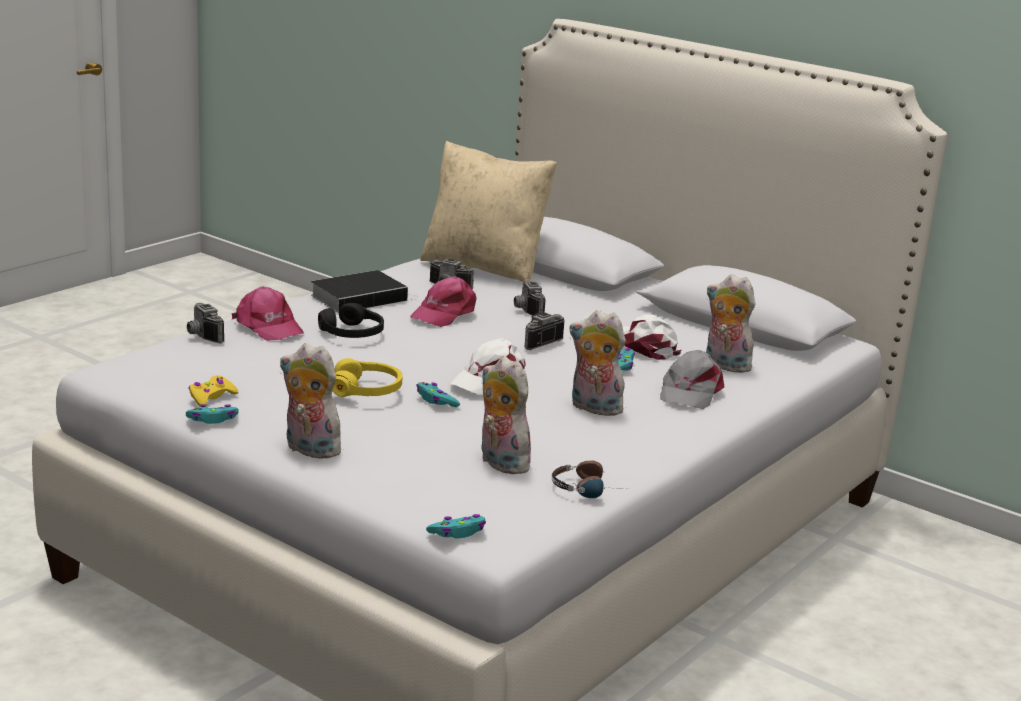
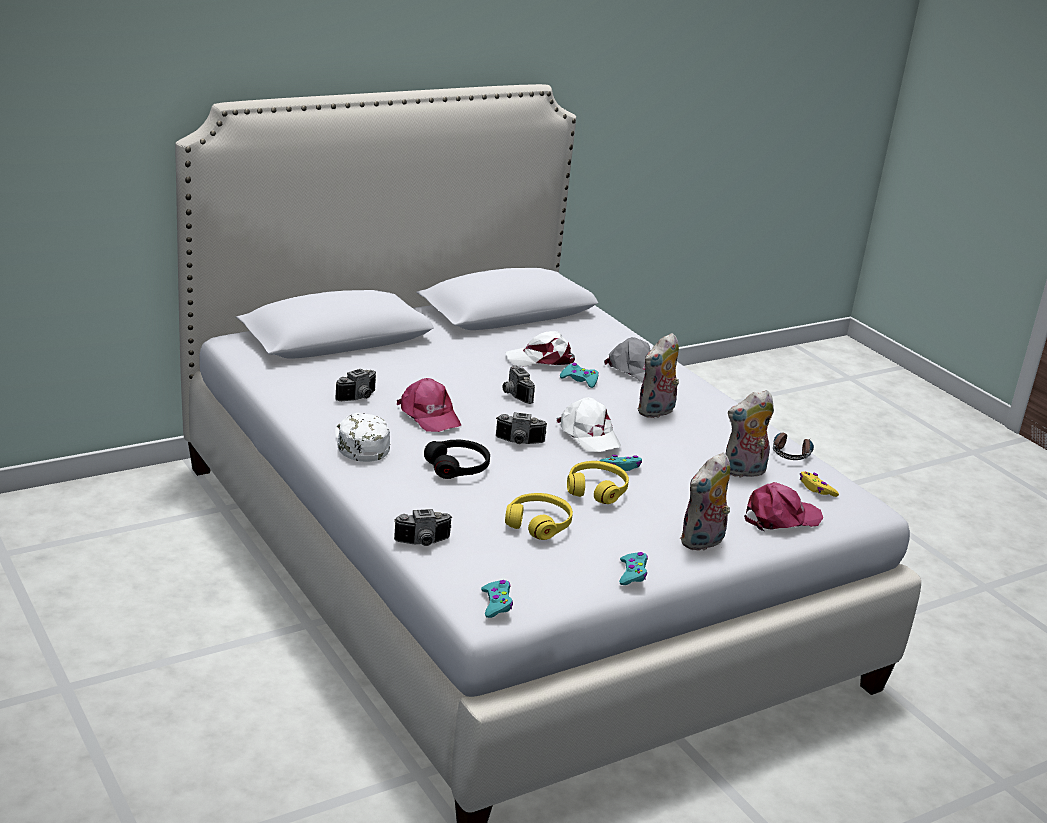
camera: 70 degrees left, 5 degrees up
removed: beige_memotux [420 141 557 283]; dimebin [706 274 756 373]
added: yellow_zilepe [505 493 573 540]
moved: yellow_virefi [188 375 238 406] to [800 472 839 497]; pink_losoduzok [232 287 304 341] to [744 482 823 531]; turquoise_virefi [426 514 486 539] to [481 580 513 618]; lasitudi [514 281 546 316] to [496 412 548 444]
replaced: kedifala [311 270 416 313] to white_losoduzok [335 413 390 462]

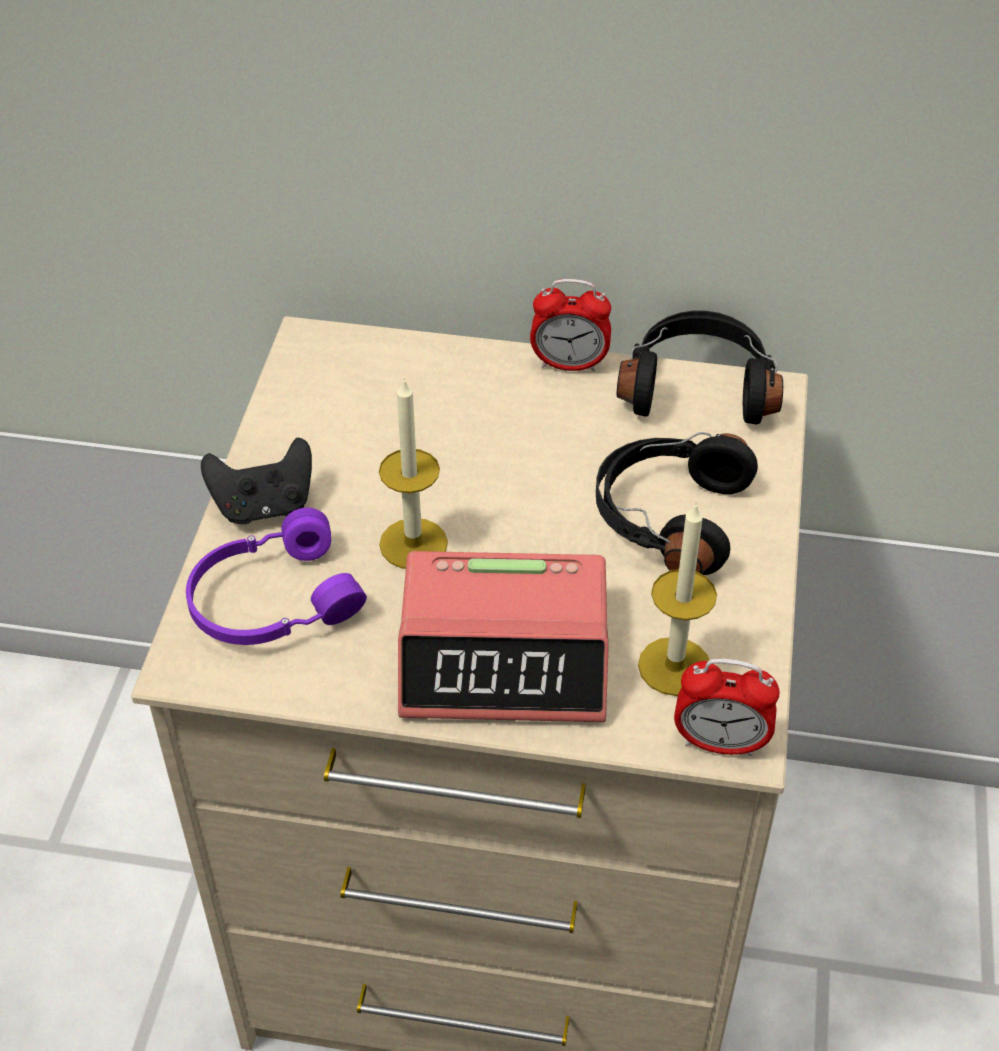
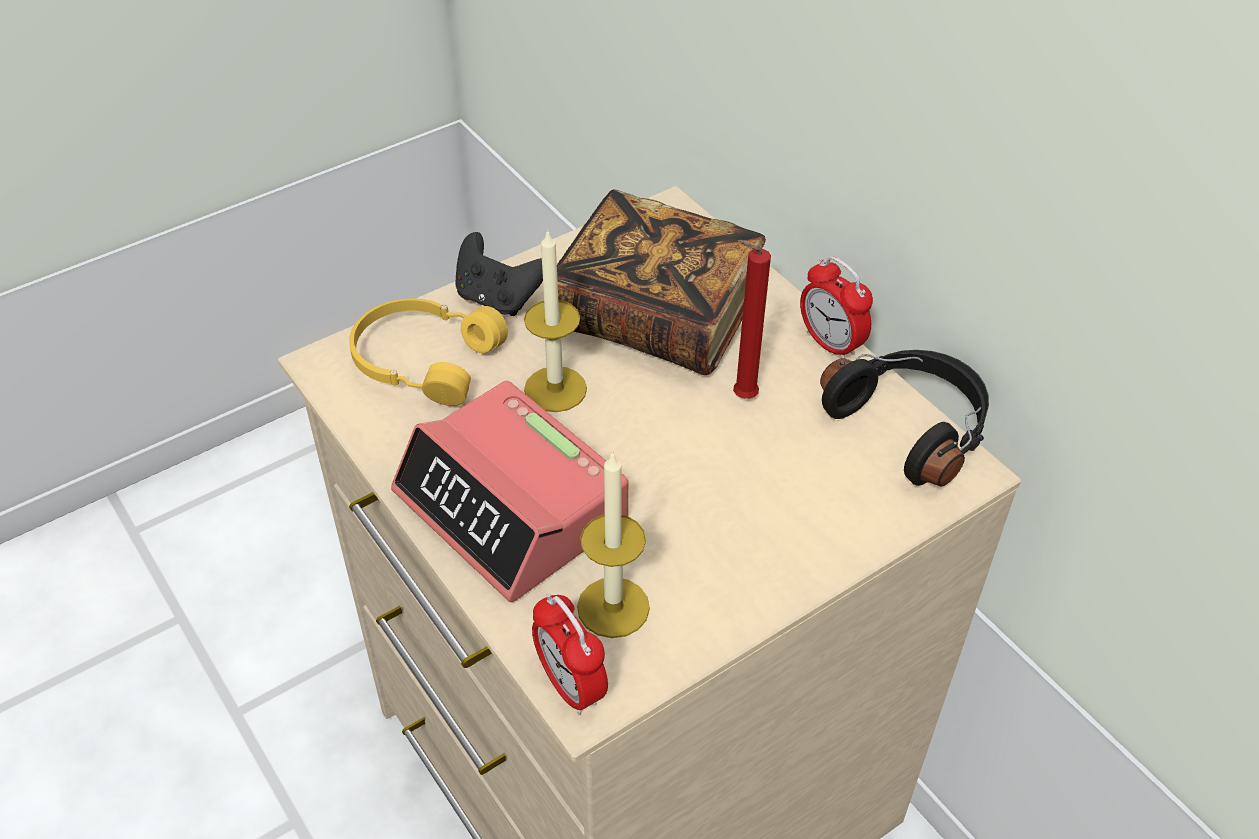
camera: 45 degrees right, 0 degrees up
removed: black_zilepe [596 432 758 575]
added: kedifala [557 189 766 375]; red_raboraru [733 240 771 399]
recoloured: purple_zilepe [186 508 367 645] to yellow_zilepe [349 298 508 406]

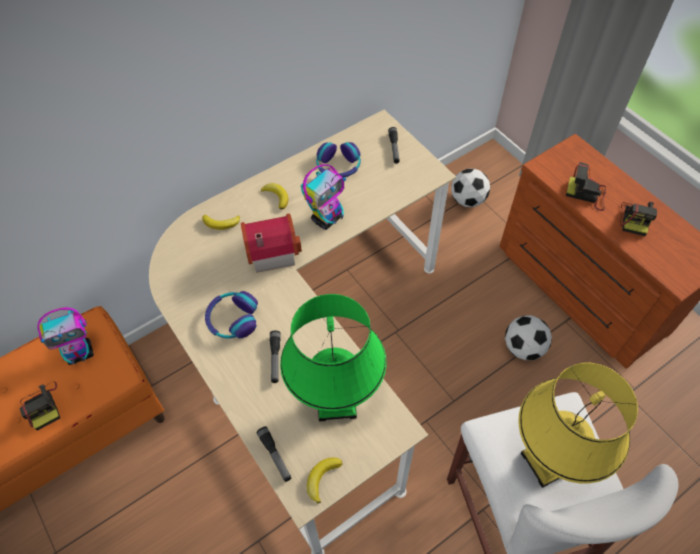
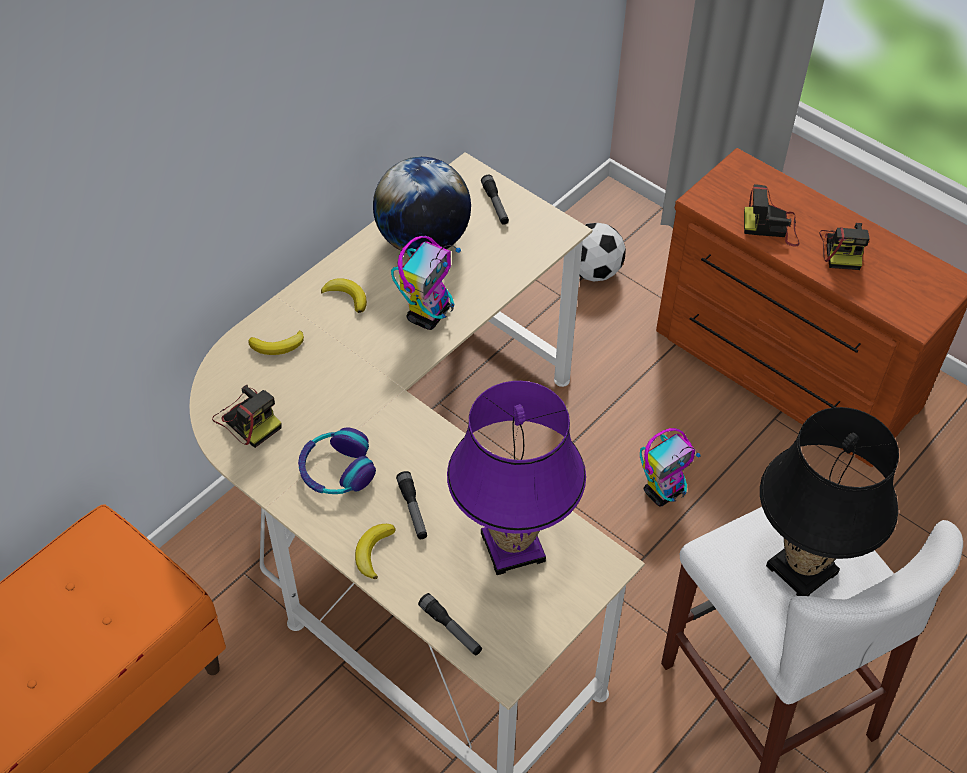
camera: 15 degrees left, 5 degrees down
removed: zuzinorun [241 213 302 273]; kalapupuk [505 315 552 360]
moved: lasitudi [20 381 60 431] to [212 385 282 448]; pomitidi [37 307 94 365] to [640 428 701 507]; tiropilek [307 458 343 503] to [355 524 395 579]
replaced: zilepe [316 142 361 177] to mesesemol [373 157 471 255]
recoloured: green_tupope [280 294 386 422] to purple_tupope [447 381 586 575]; yellow_tupope [518 363 638 488] to black_tupope [760 407 899 596]

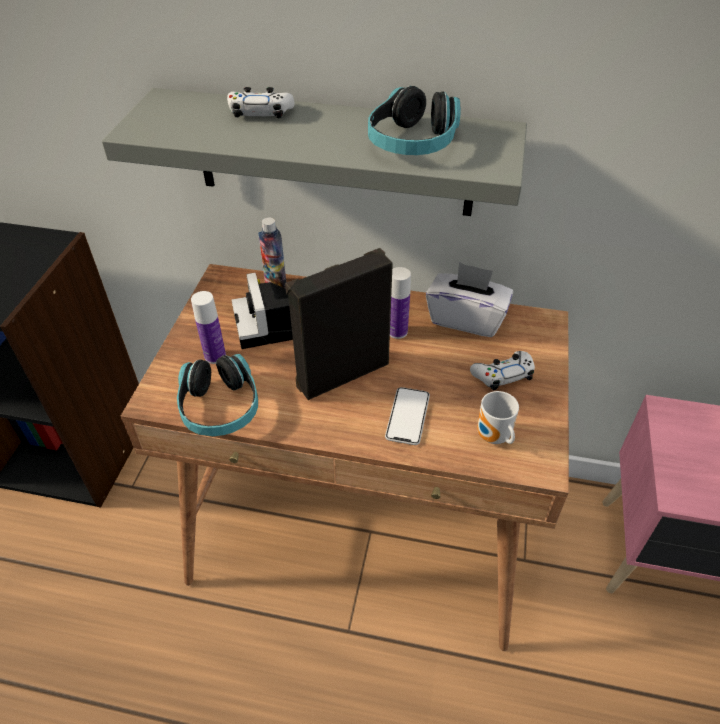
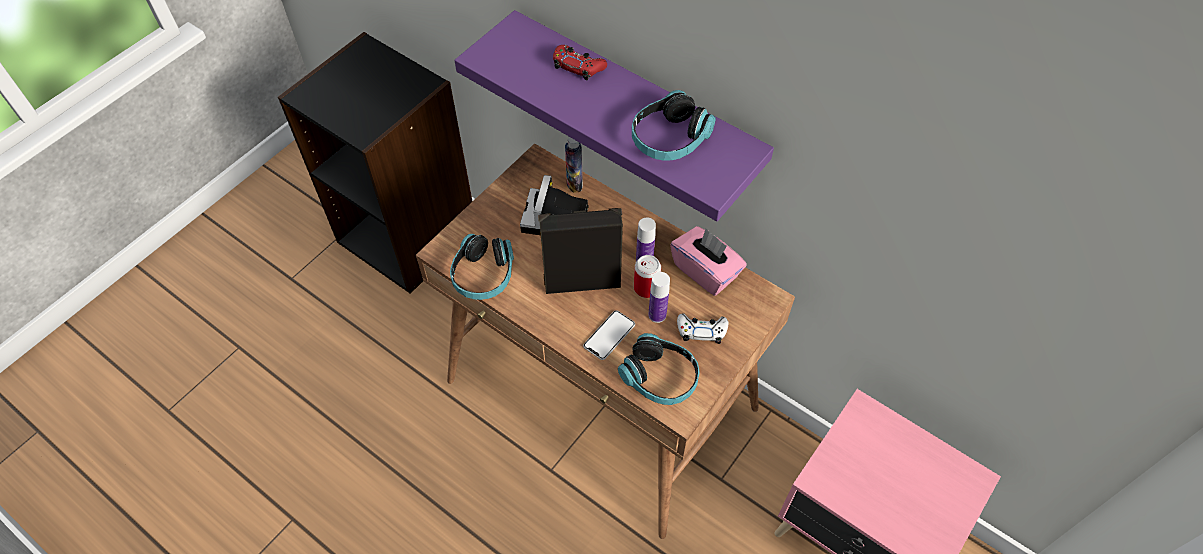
camera: 25 degrees right, 10 degrees up
added: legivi [634 255 661 298]
moved: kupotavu [191 291 226 364] to [649 272 670 323]
replaced: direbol [477 391 519 444] to zilepe [618 333 700 405]
recoloured: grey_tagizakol [102 88 527 216] to purple_tagizakol [454 10 774 221]; white_virefi [227 87 295 118] to red_virefi [553 45 607 80]; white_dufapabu [426 262 513 337] to pink_dufapabu [670 226 747 296]

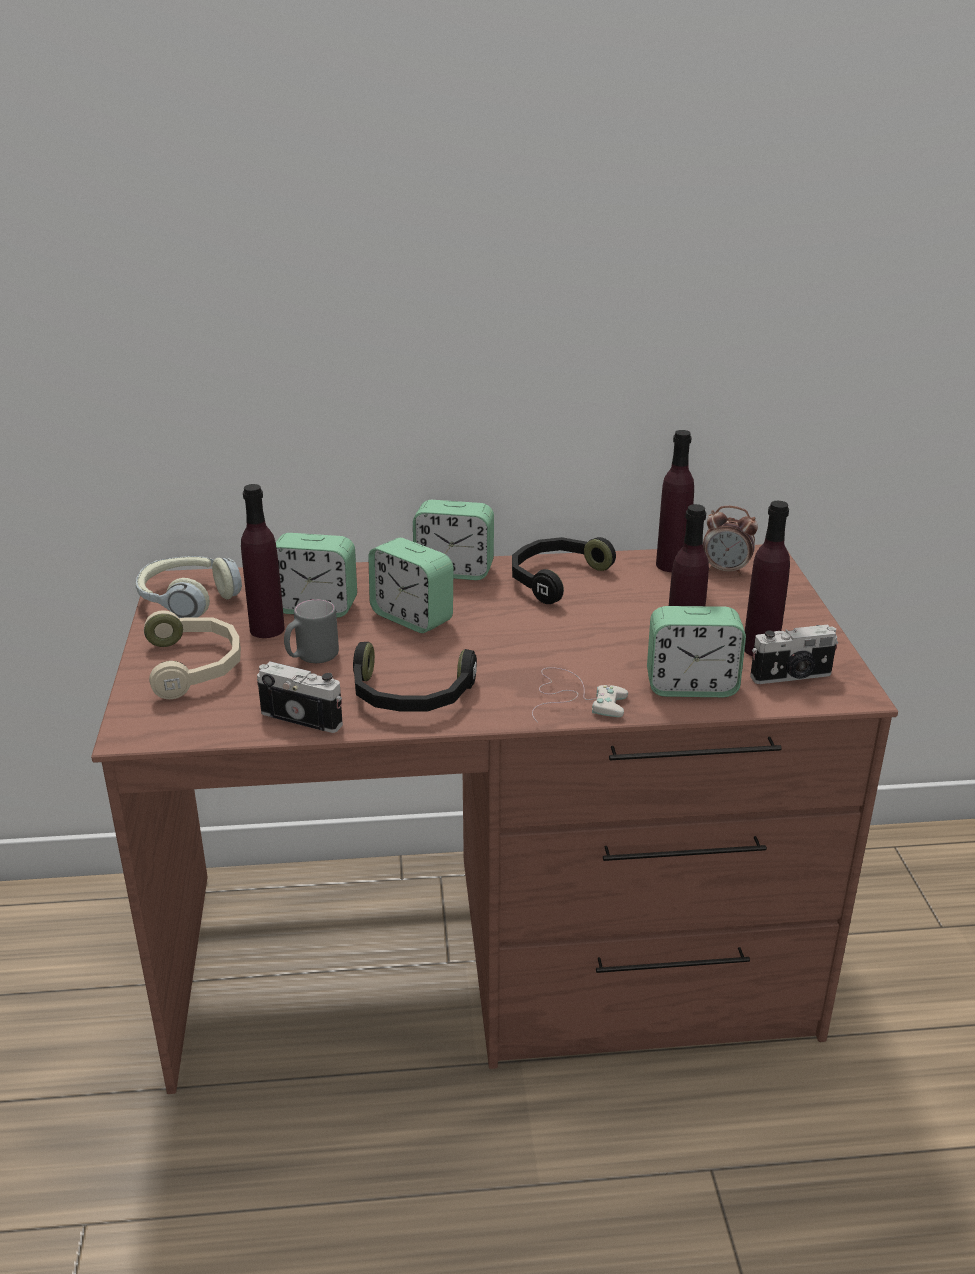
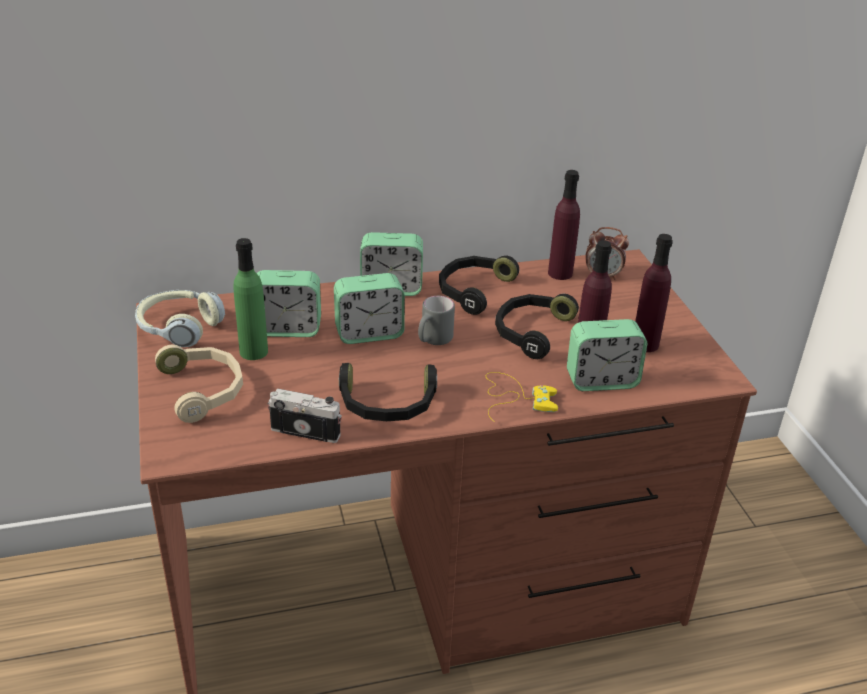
camera: 10 degrees left, 5 degrees up
removed: lasitudi [750 625 838 684]
added: black_zilepe [495 294 579 359]
moved: grey_direbol [284 599 339 663] to [418 296 455 345]
recoloured: purple_kupotavu [241 484 285 638] to green_kupotavu [233 238 268 360]; white_virefi [532 667 628 722] to yellow_virefi [486 372 558 422]
turned: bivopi [368 538 454 633] = [334 273 405 344] 45 degrees counterclockwise

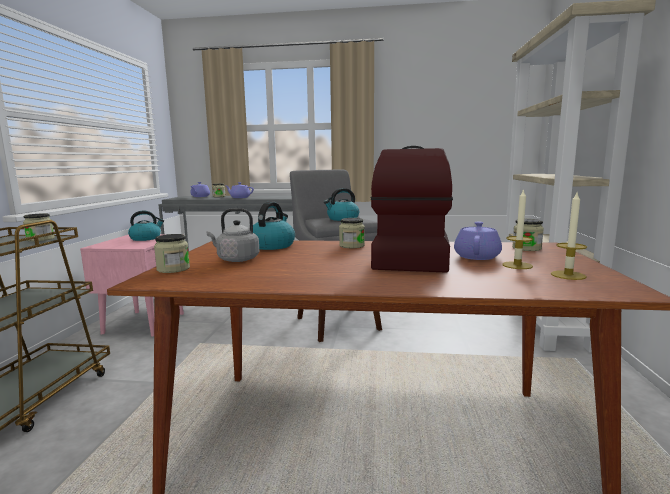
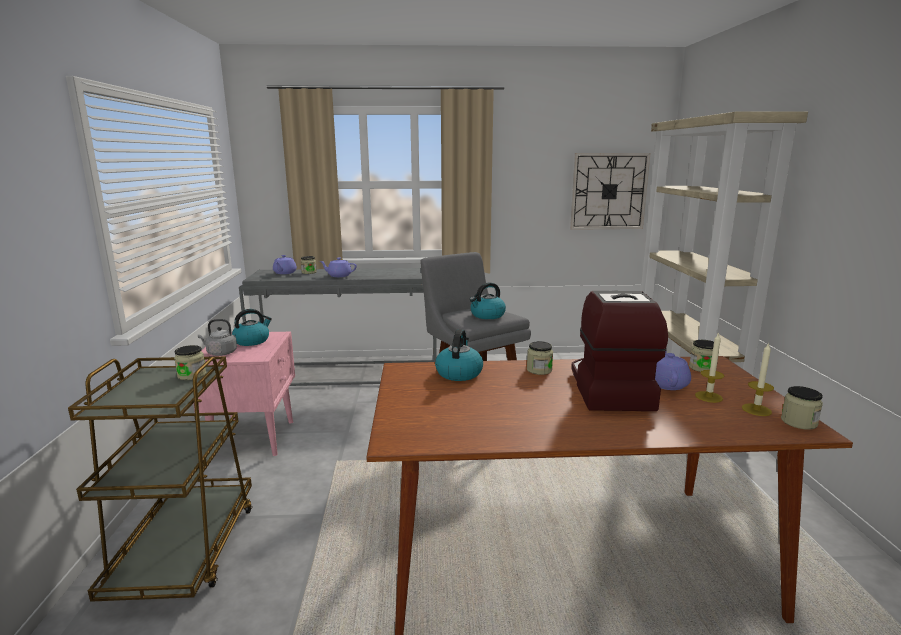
camera: 10 degrees left, 5 degrees up
added: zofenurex [570 153 650 230]
moved: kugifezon [154 234 190 273] to [781 386 823 430]; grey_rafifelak [207 208 259 262] to [198 319 237 356]

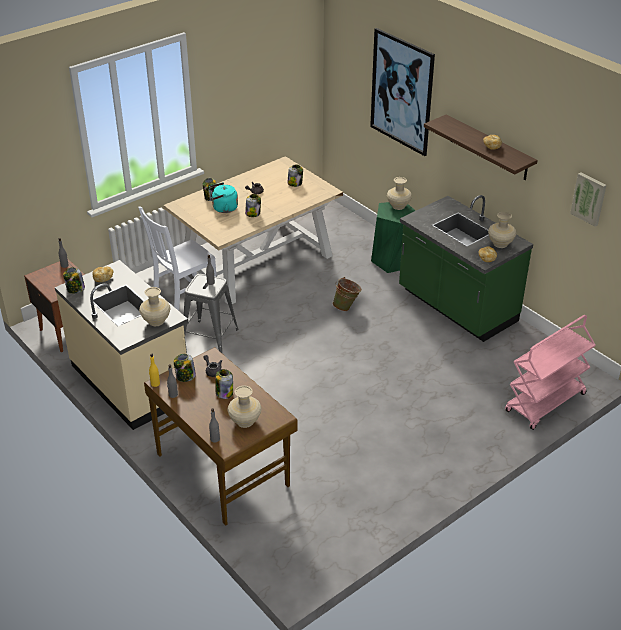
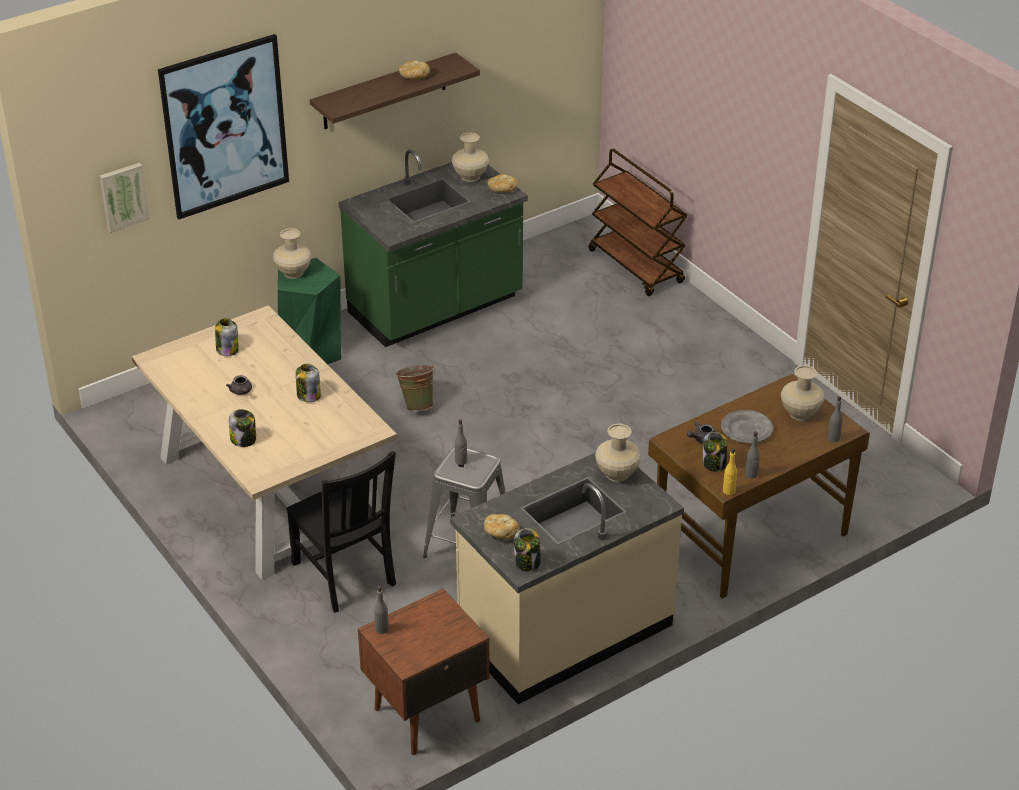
camera: 85 degrees left, 0 degrees up
removed: turquoise_rafifelak [209 182 238 213]
moved: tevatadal [570 172 606 227] to [100 163 150 233]
replaced: kugifezon [215 369 233 399] to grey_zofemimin [721 410 773 443]
recoloured: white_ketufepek [138 206 217 311] to black_ketufepek [286 451 396 613]; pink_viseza [505 315 595 430] to brown_viseza [589 149 688 296]

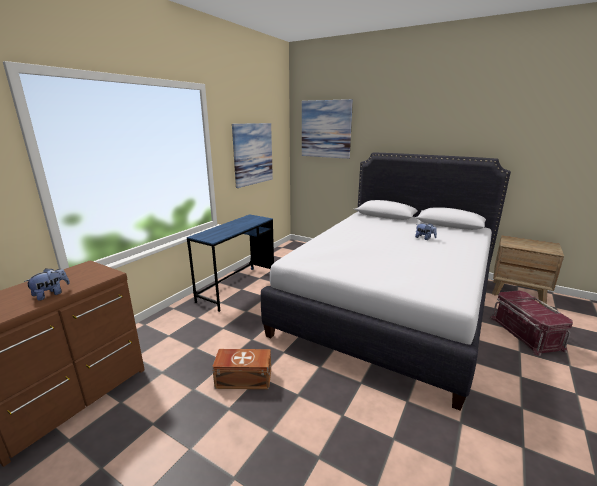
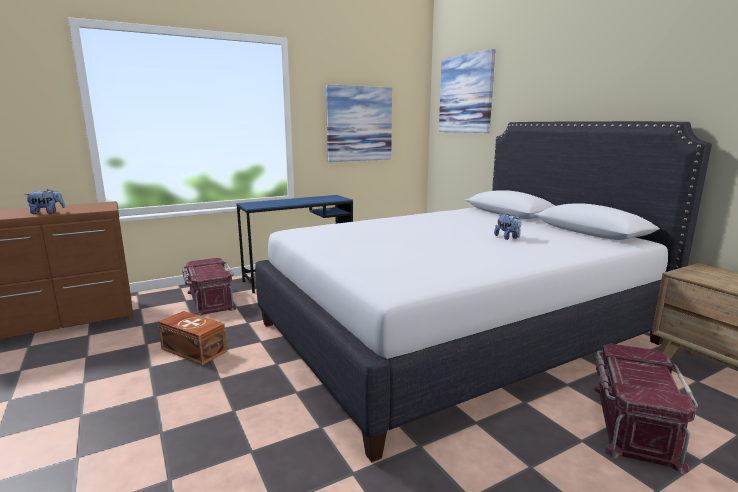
camera: 30 degrees right, 5 degrees down
added: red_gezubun [182 258 237 316]

